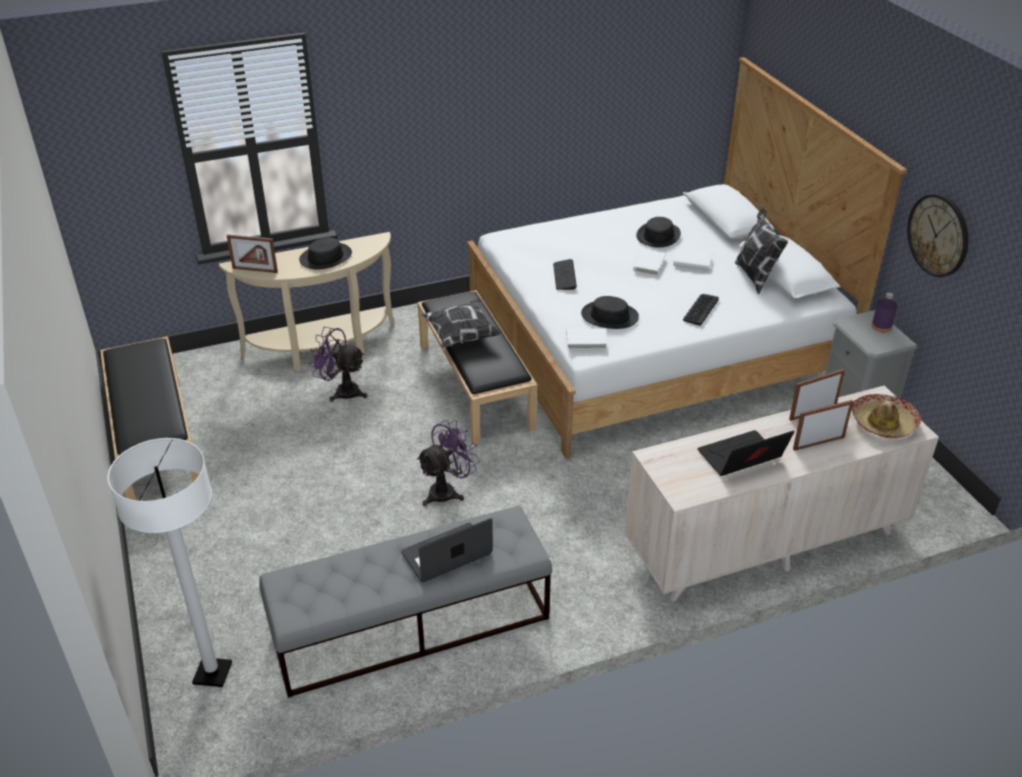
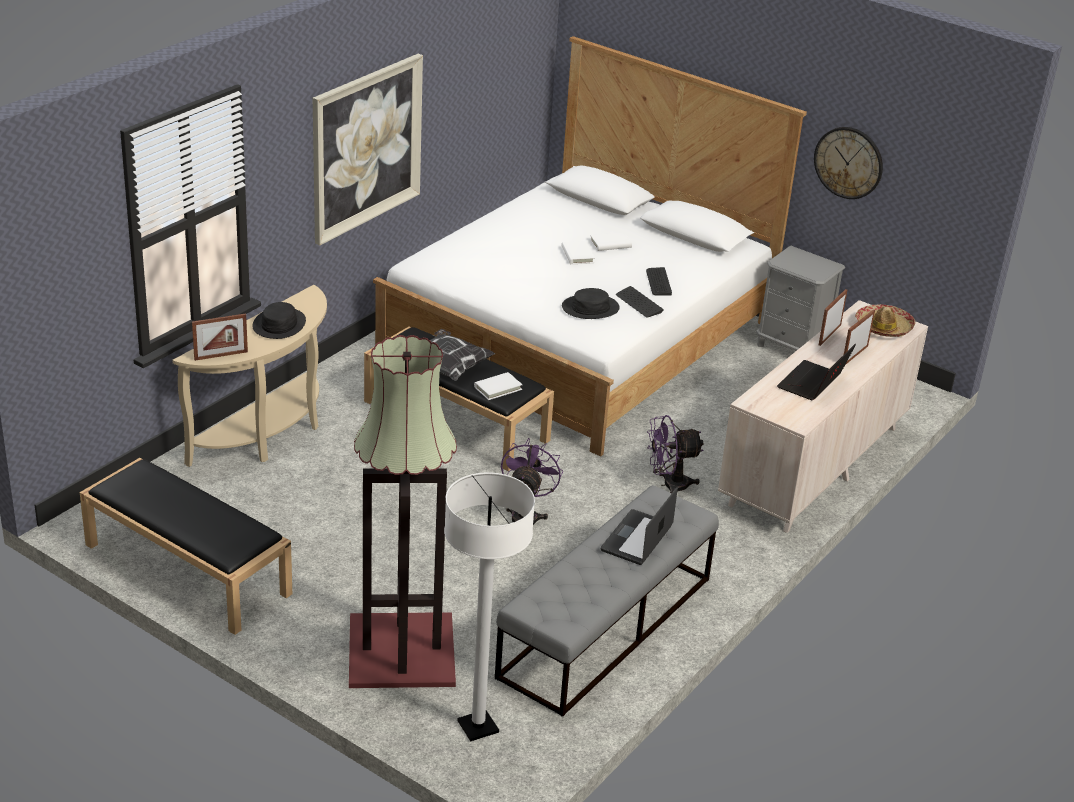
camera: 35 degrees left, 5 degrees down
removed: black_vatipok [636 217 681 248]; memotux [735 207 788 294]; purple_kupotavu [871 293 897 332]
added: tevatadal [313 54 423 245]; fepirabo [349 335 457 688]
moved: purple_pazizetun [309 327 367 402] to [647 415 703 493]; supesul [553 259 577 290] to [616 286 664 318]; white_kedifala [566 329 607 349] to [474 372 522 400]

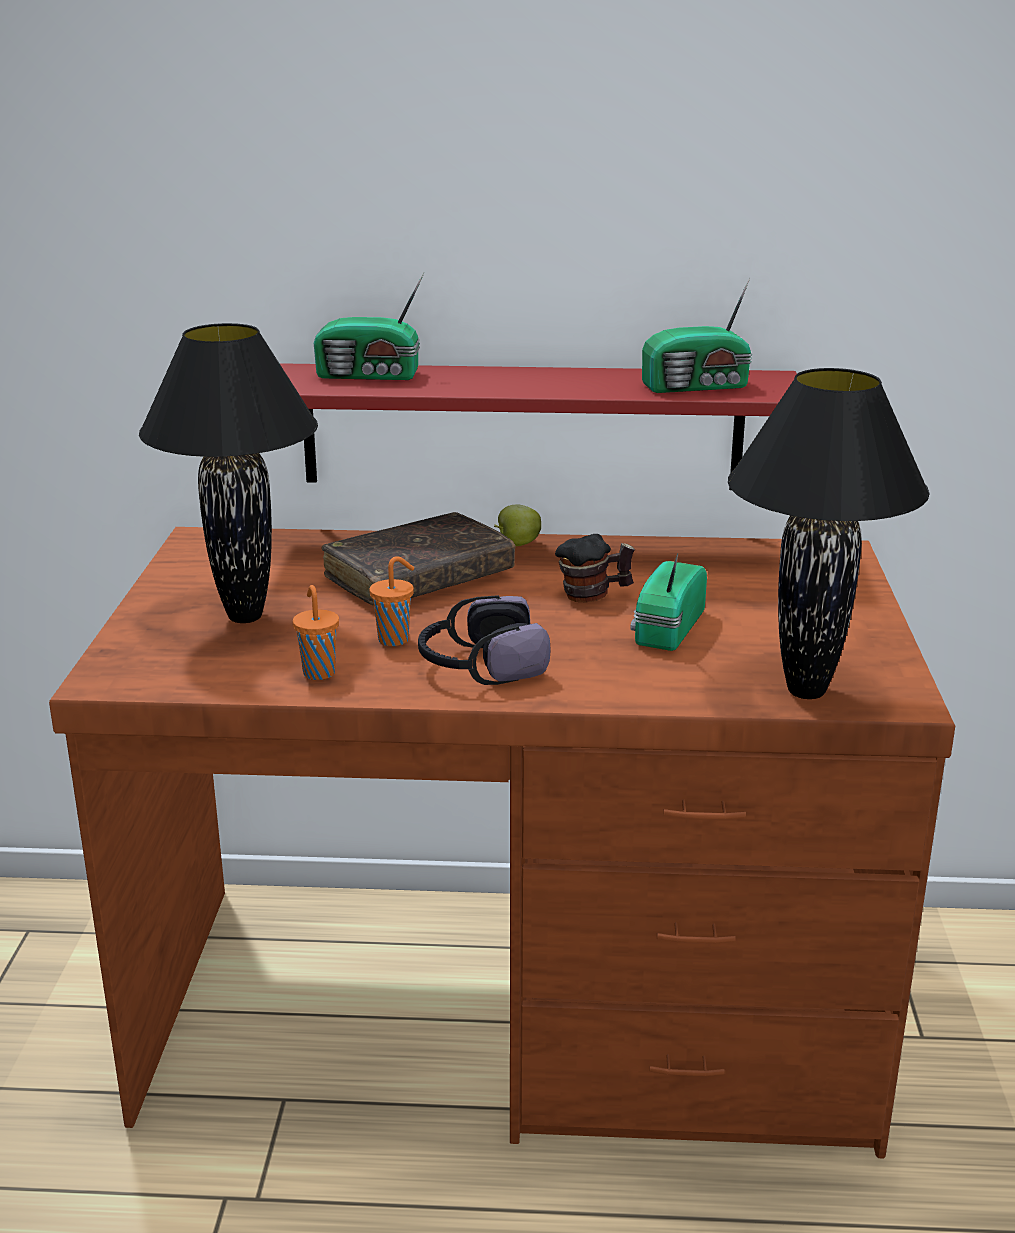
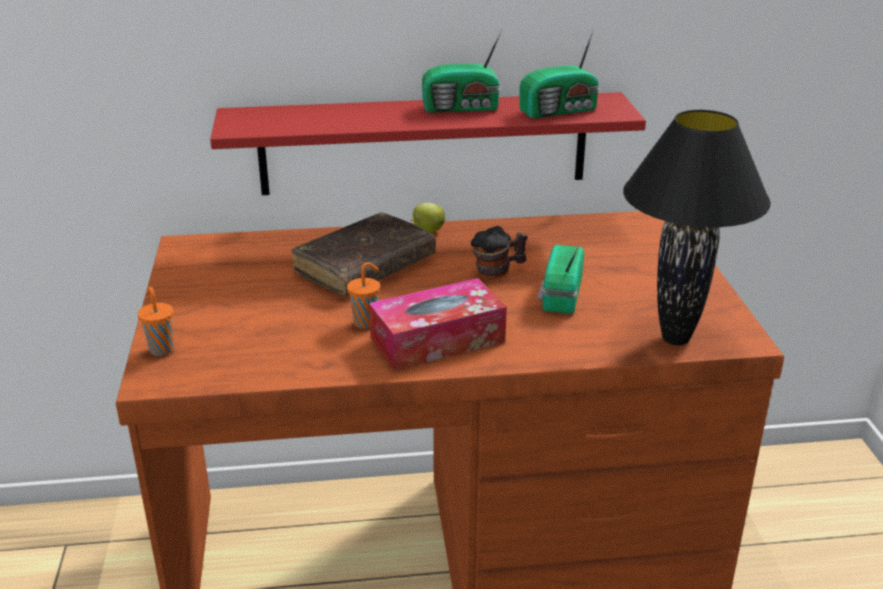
camera: 10 degrees left, 5 degrees up
removed: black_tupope [139 323 318 623]
moved: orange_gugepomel [293 585 339 680] to [138 287 174 356]; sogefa [314 273 424 380] to [422 28 503 113]
replaced: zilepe [418 595 551 685] to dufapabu [369 278 507 371]

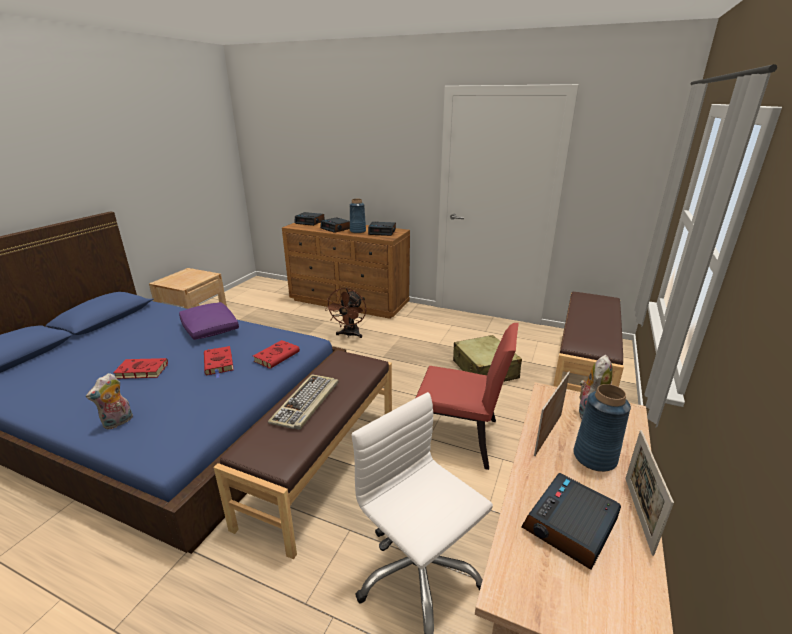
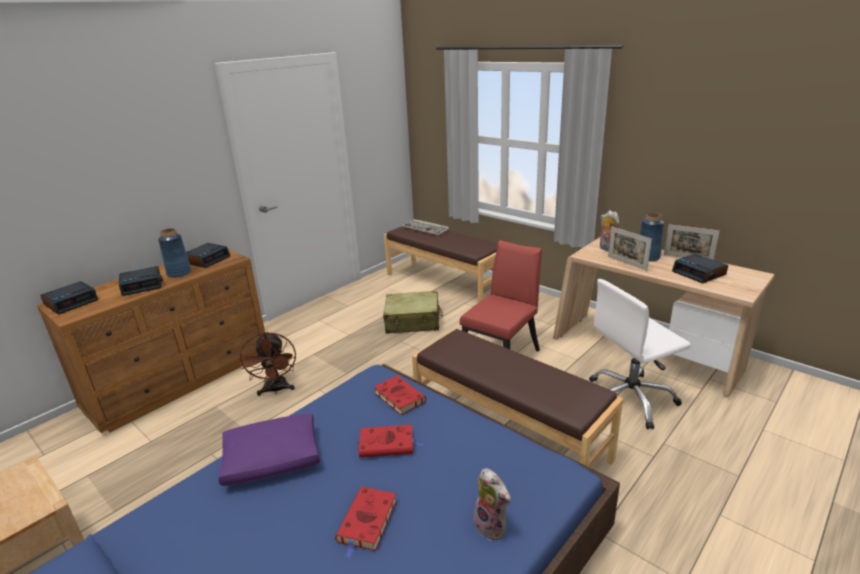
camera: 70 degrees left, 0 degrees up
moved: supesul [268 374 338 430] to [401 219 449 236]
turned: brown_pazizetun [325 288 366 338] = [240 332 296 396] 45 degrees clockwise

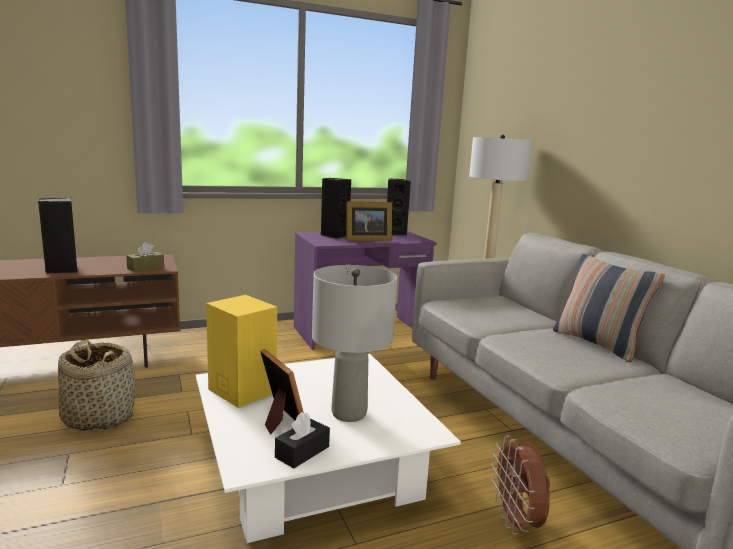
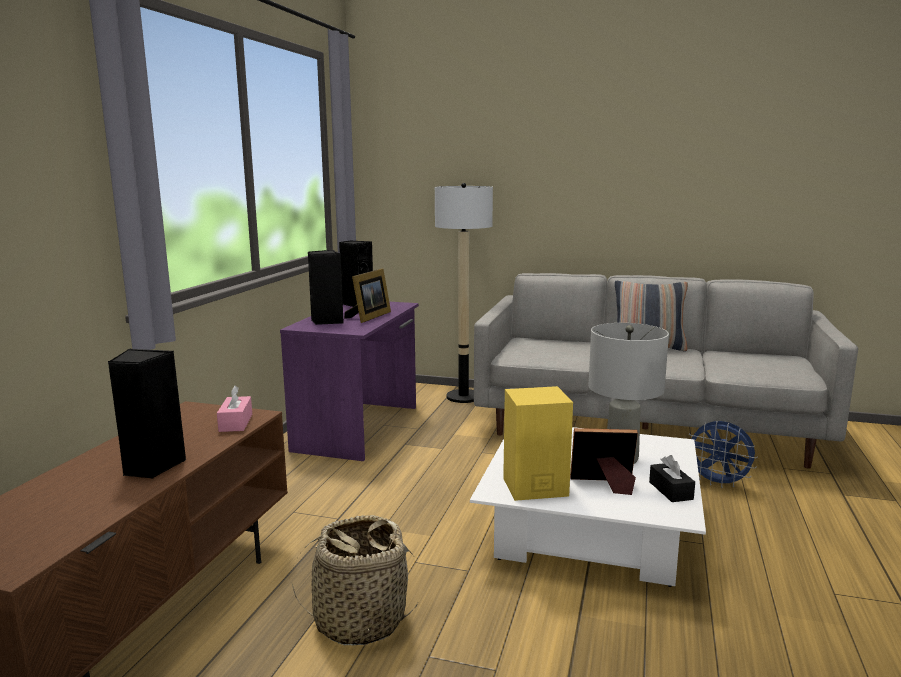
camera: 50 degrees left, 0 degrees up
recoloured: brown_dufapabu [126 242 164 272] to pink_dufapabu [217 386 252 432]; brown_pazizetun [491 436 550 534] to blue_pazizetun [689 421 758 488]

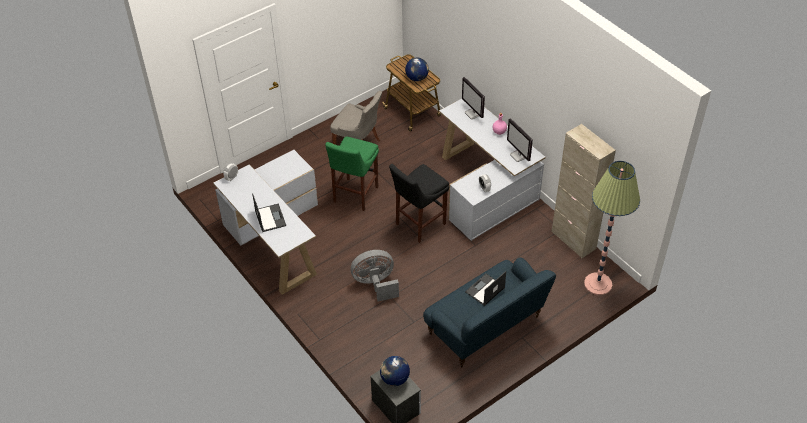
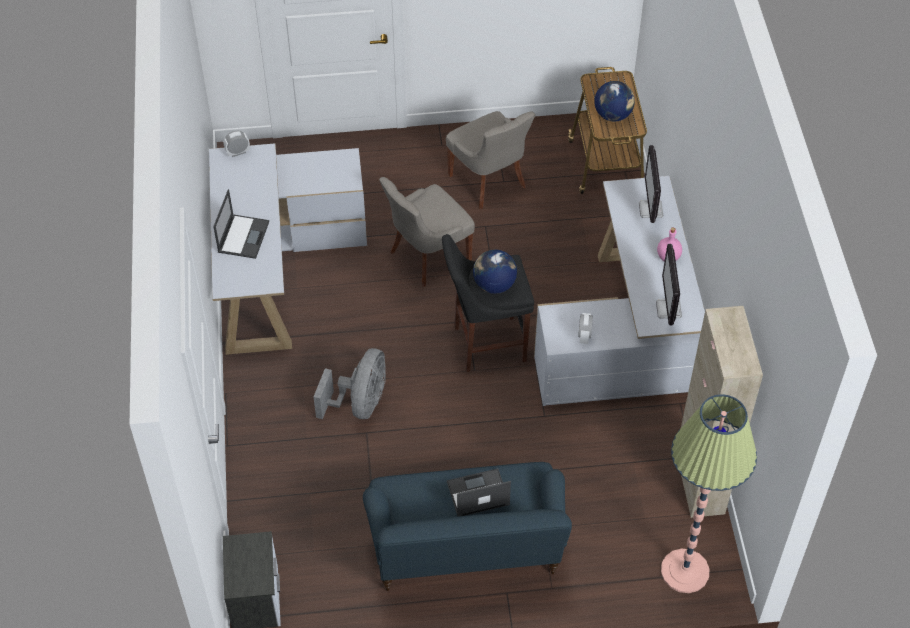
camera: 30 degrees right, 5 degrees up
moved: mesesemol [380 356 410 386] to [473 250 517 294]
replaced: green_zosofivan [325 137 379 211] to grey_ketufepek [379 177 475 286]
turned: grey_pazizetun [351 250 399 302] = [314 348 386 419] 90 degrees clockwise

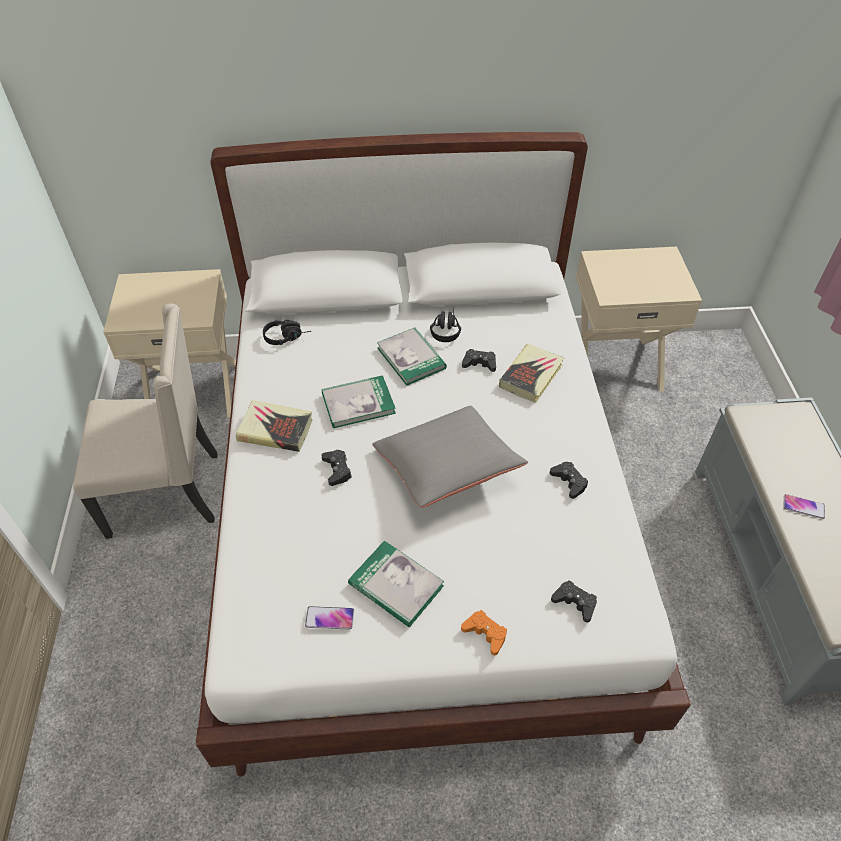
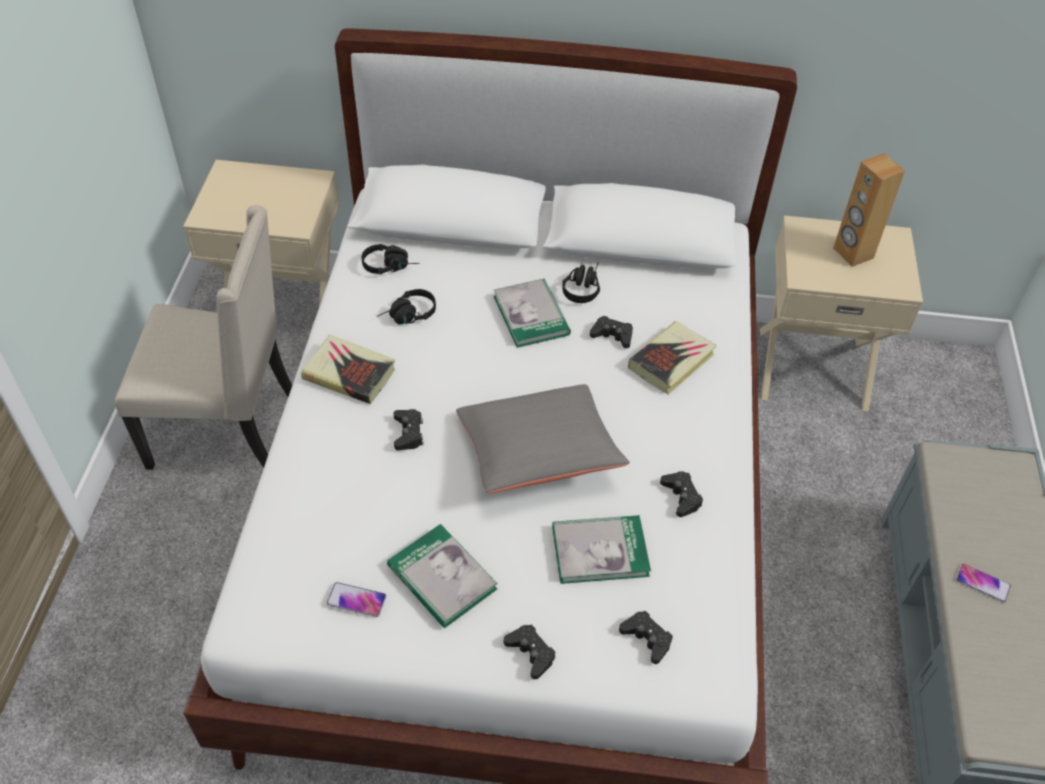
camera: 10 degrees right, 0 degrees up
added: black_zilepe [377 289 436 324]; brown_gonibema [833 153 905 267]
moved: kedifala [322 375 396 428] to [552 515 651 584]
recoloured: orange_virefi [461 610 507 655] to black_virefi [504 624 555 679]

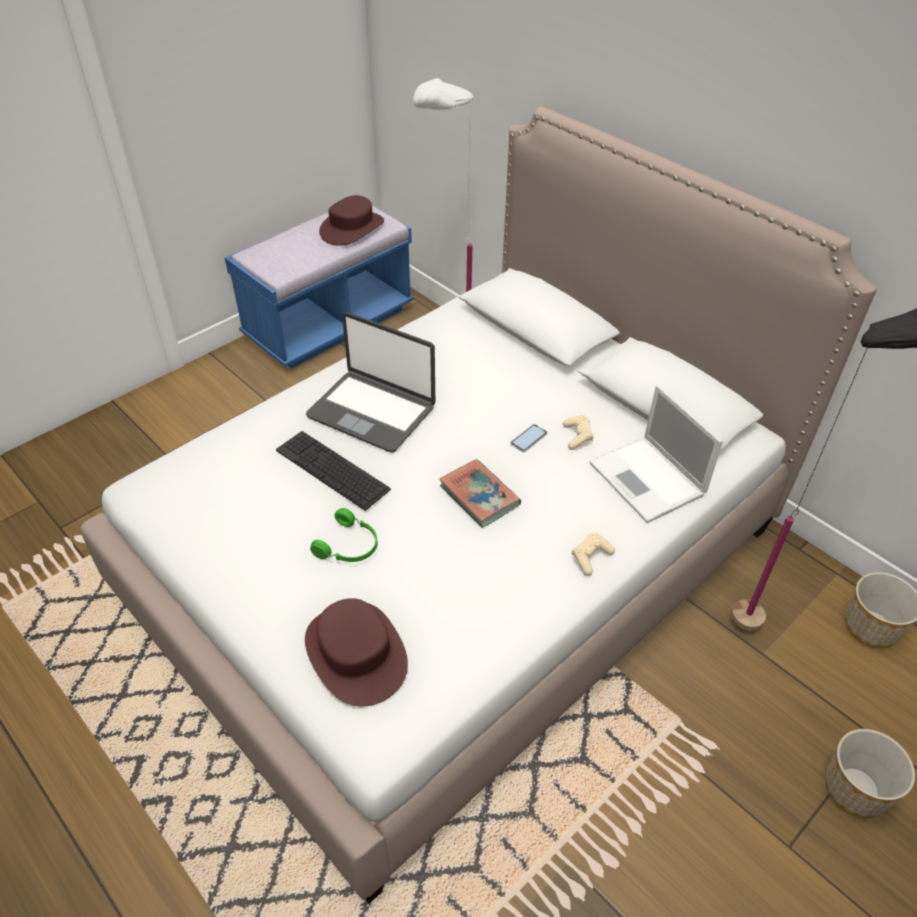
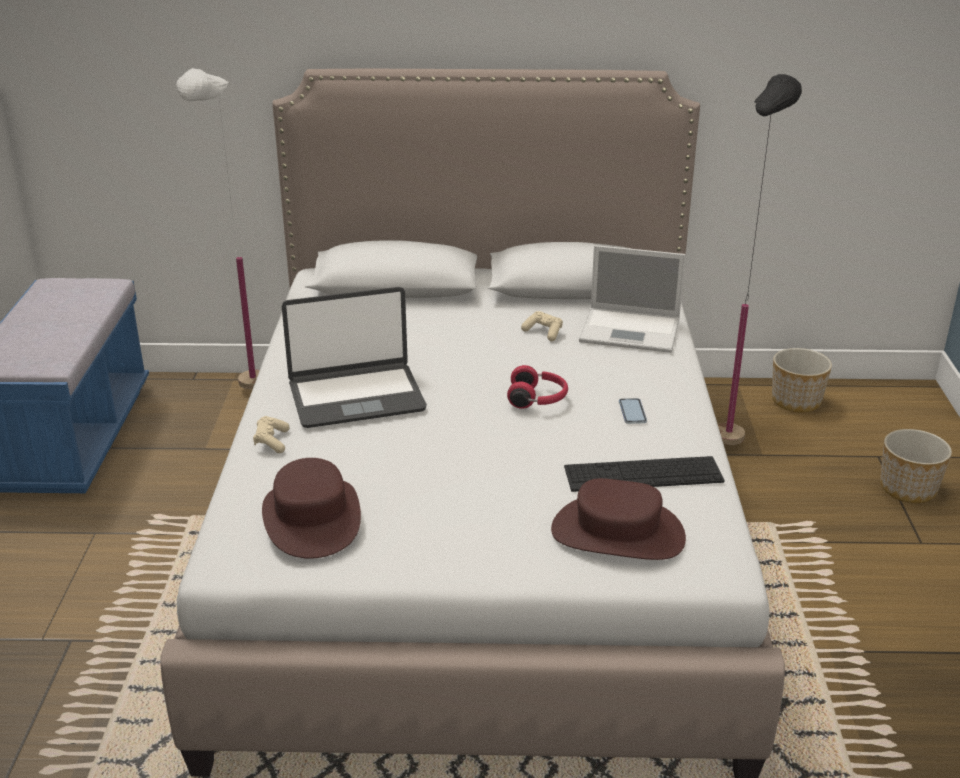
camera: 45 degrees left, 15 degrees down
removed: green_zilepe [310 508 377 562]
moved: supesul [276 431 391 511] to [564 456 725 492]; brown_vatipok [319 195 384 246] to [262 458 361 559]; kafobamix [511 424 547 452] to [619 398 647 424]; beige_virefi [572 532 615 576] to [253 416 289 453]
replaced: kedifala [439 459 521 528] to red_zilepe [507 365 568 409]

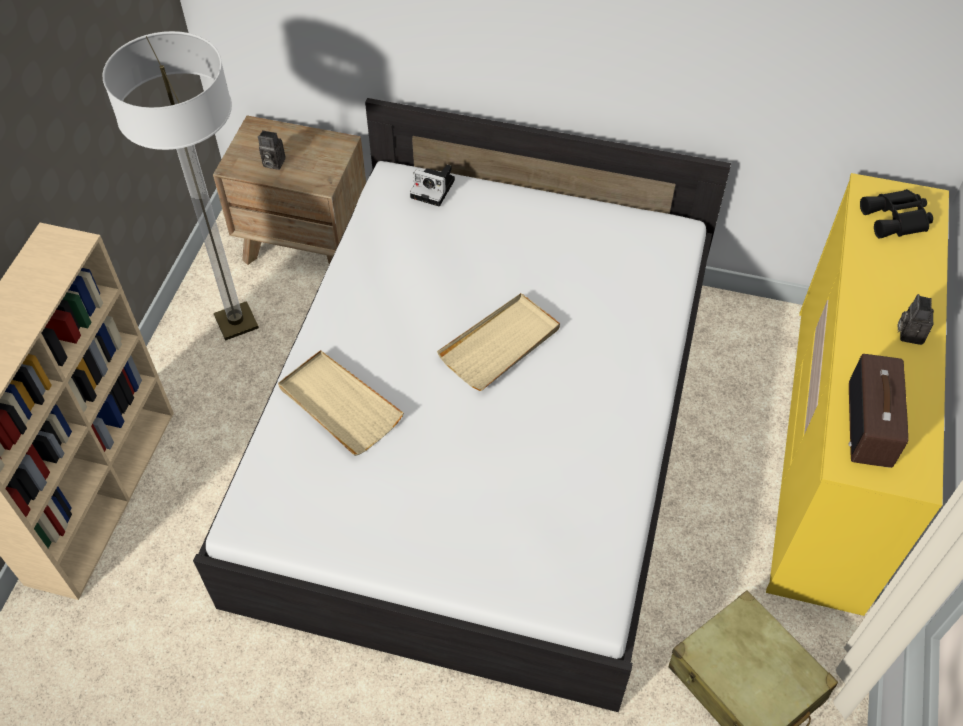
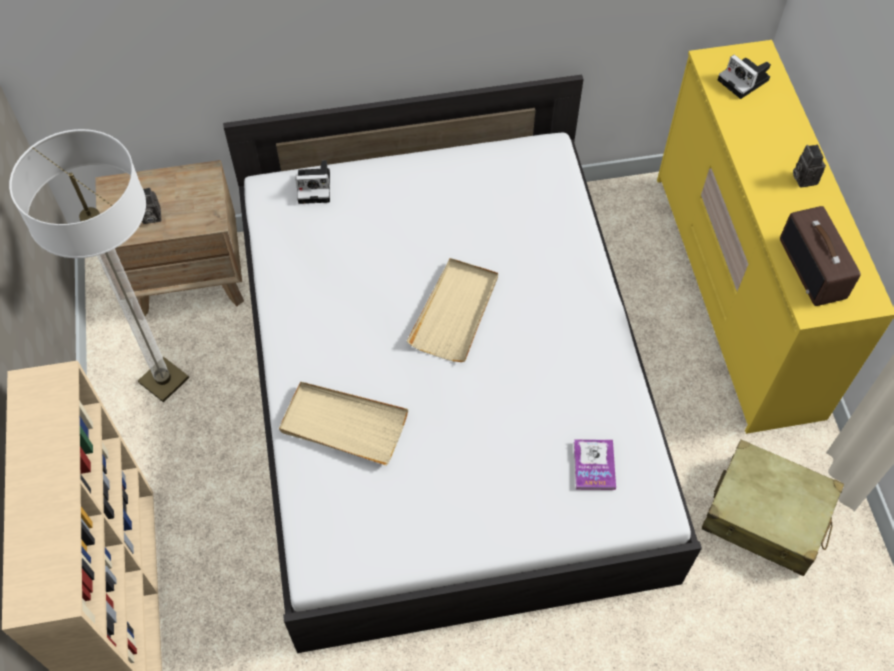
camera: 25 degrees left, 5 degrees up
added: kedifala [574 439 616 490]
replaced: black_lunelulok [860 189 933 239] to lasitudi [718 55 771 99]

